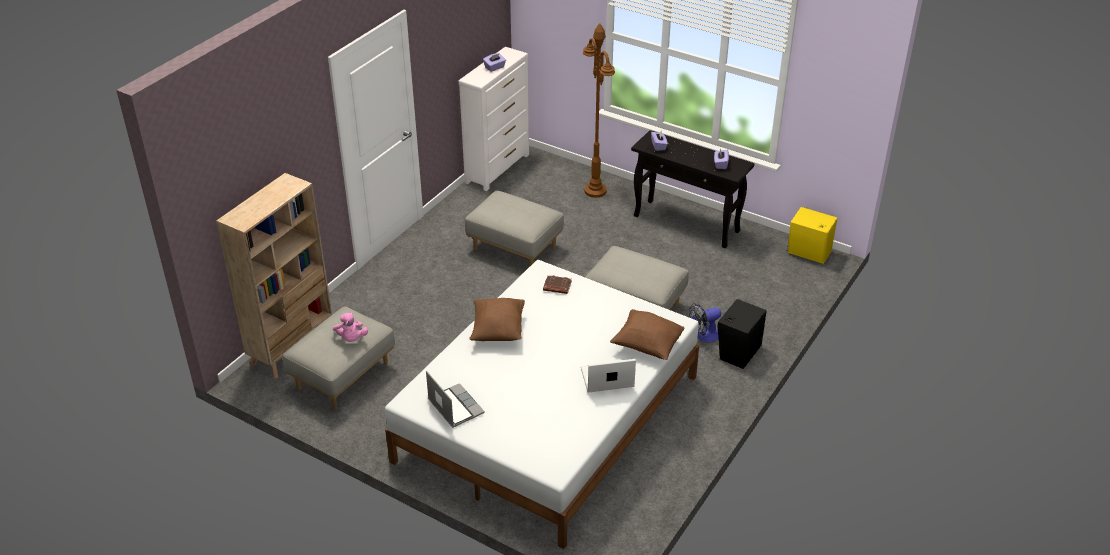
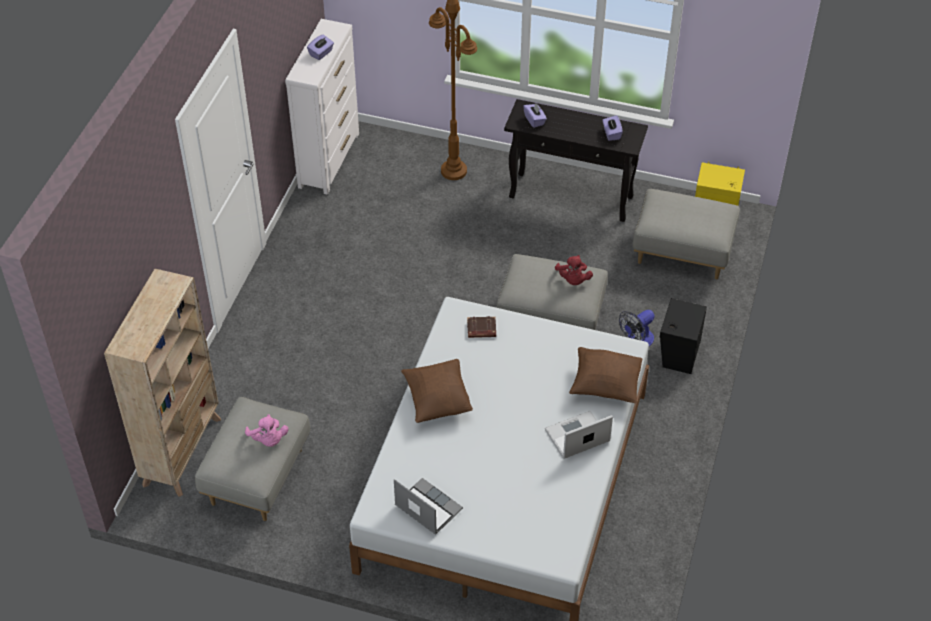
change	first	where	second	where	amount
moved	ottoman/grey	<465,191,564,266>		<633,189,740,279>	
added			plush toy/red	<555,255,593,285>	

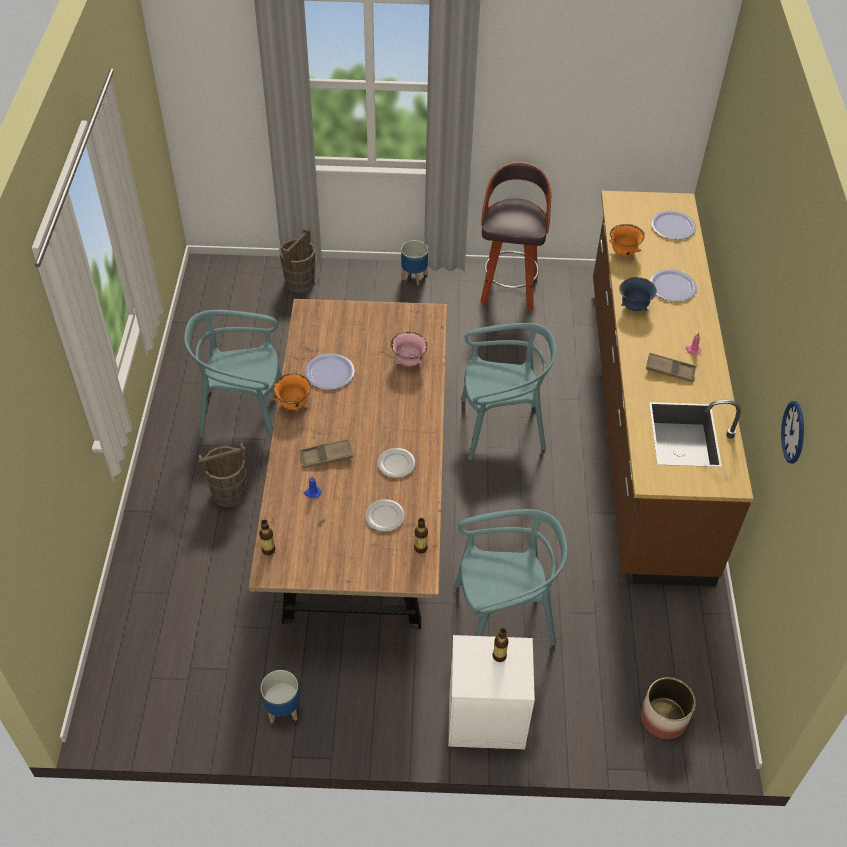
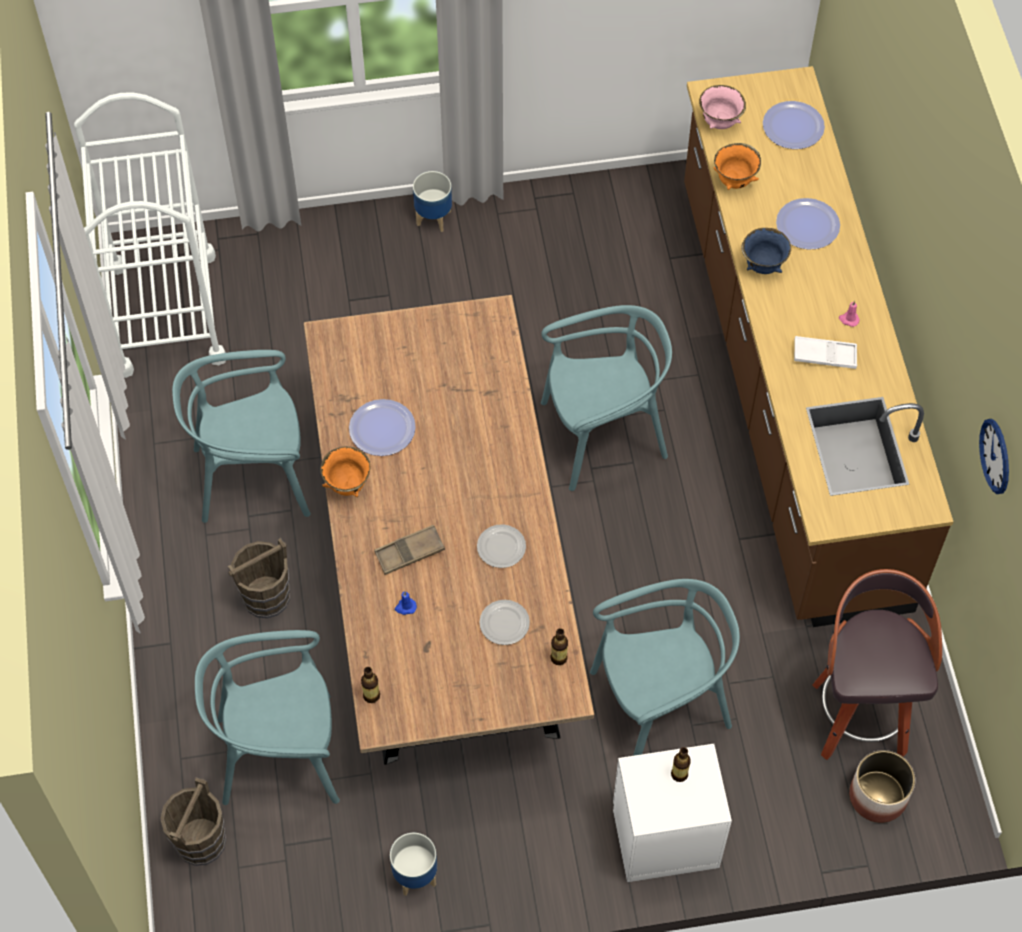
change	first	where	second	where	amount
moved	stool	<480,162,551,311>		<812,569,942,760>	
moved	bucket/brown	<279,228,315,293>		<161,777,226,866>	
moved	bowl/pink	<391,332,427,366>		<699,85,746,129>	
recoloured	tray/brown	<646,353,696,383>	tray/white	<794,336,857,369>	
added			cart/white	<74,92,226,378>	
added			chair/turquoise	<195,630,340,805>	

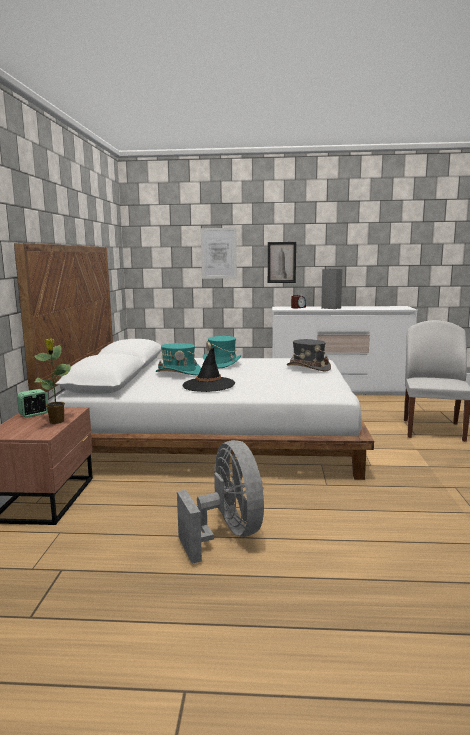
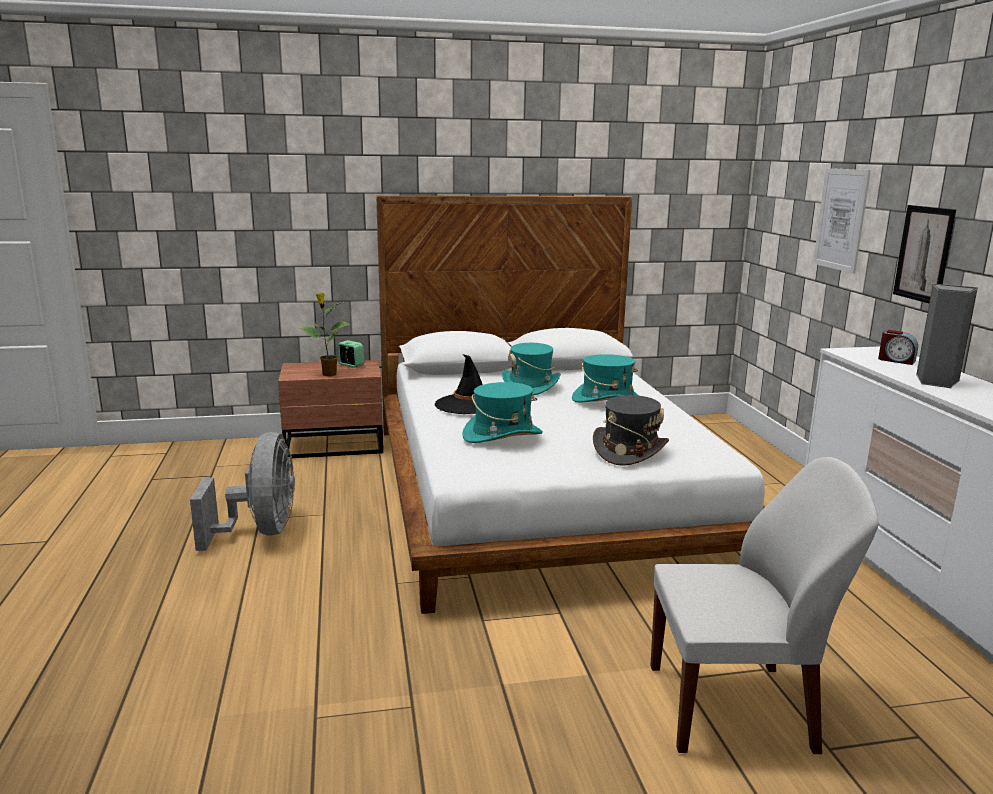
change	first	where	second	where	amount
turned	fan/grey	<177,440,264,564>		<190,432,295,551>	60 degrees counterclockwise
added			hat/turquoise	<462,382,543,443>	

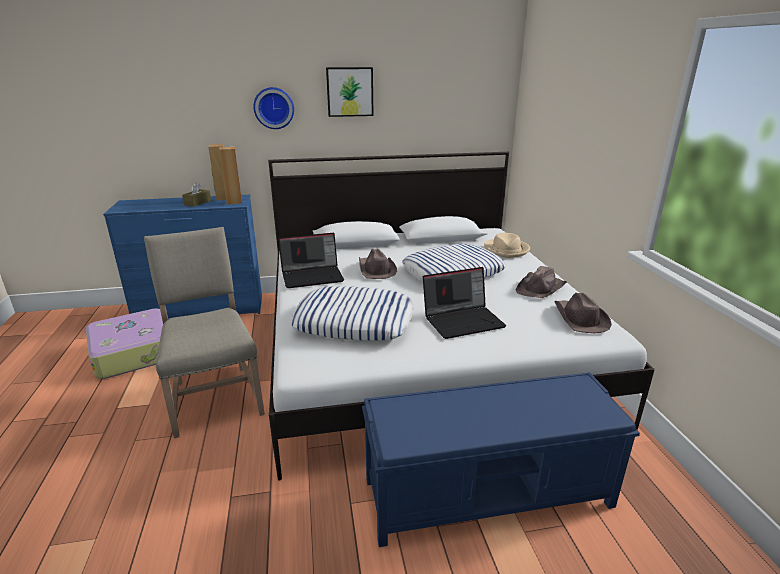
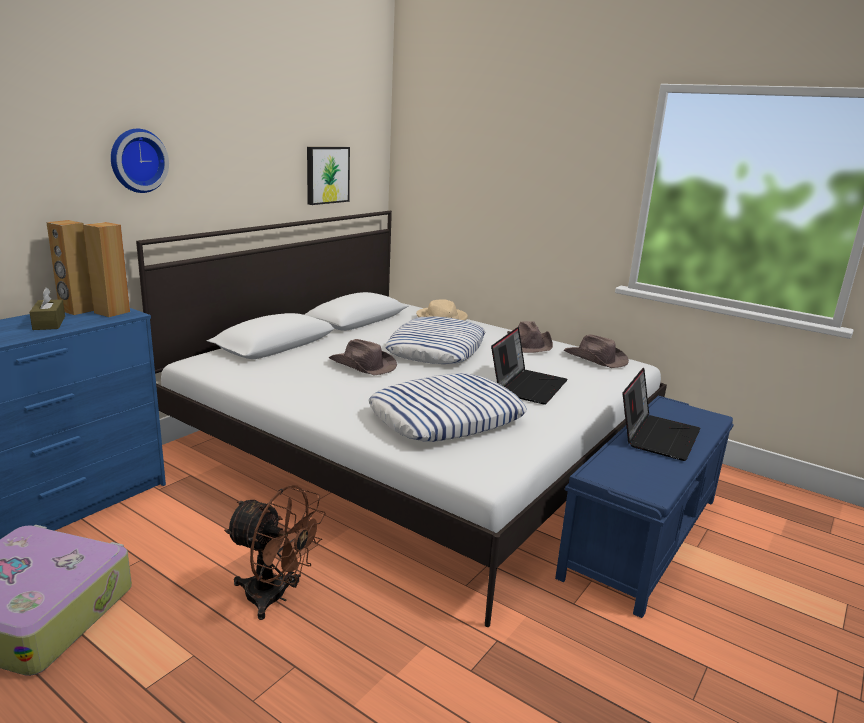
change	first	where	second	where	amount
moved	picture	<326,67,374,117>		<307,147,350,205>	
replaced	chair/beige	<144,227,265,438>	fan/brown	<224,485,326,620>	
moved	laptop	<278,233,344,288>		<622,368,701,461>	

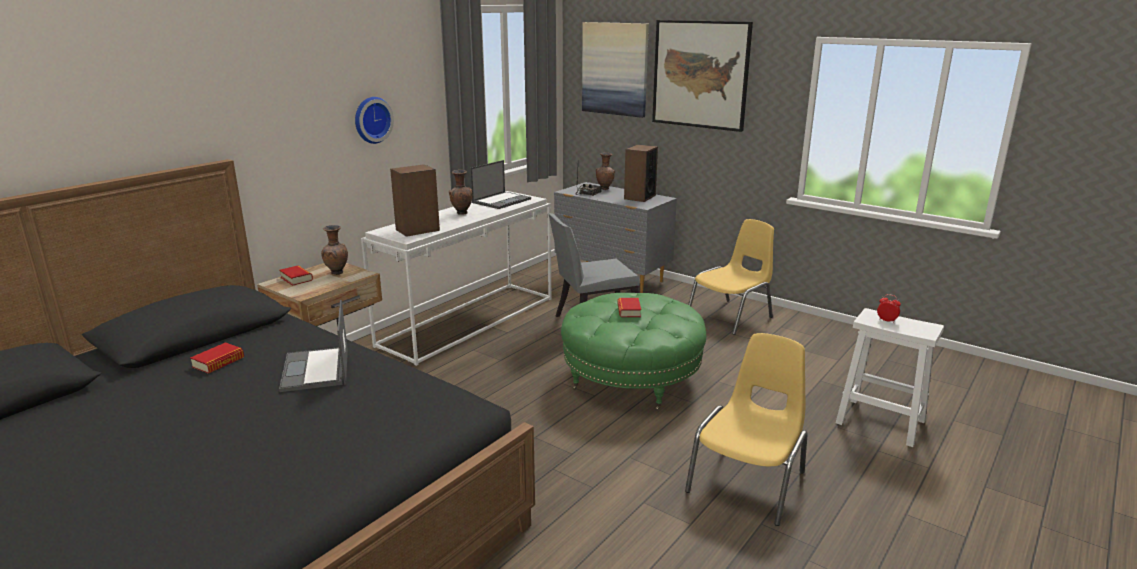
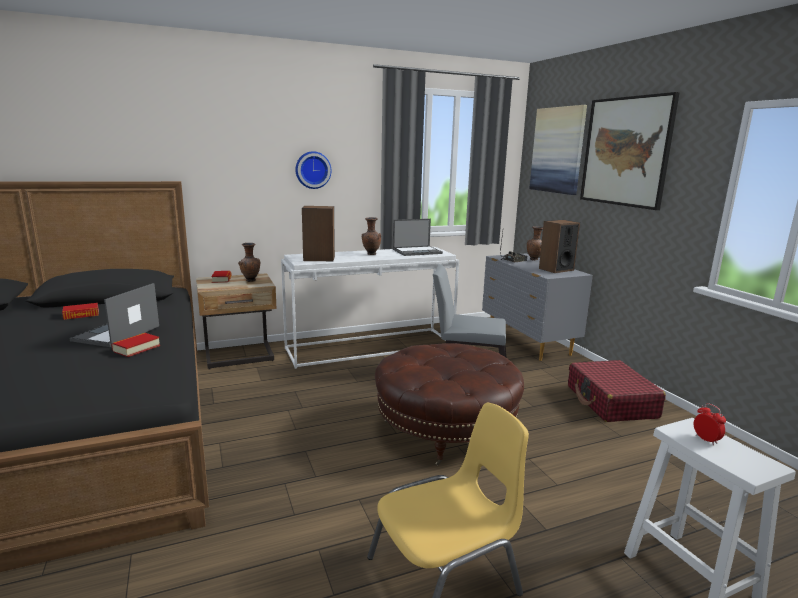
change	first	where	second	where	amount
replaced	chair/yellow	<688,219,774,335>	suitcase/red	<568,360,666,422>	
recoloured	ottoman/green	<561,293,706,410>	ottoman/brown	<375,343,524,466>	
moved	book	<617,298,641,317>		<112,333,160,357>	

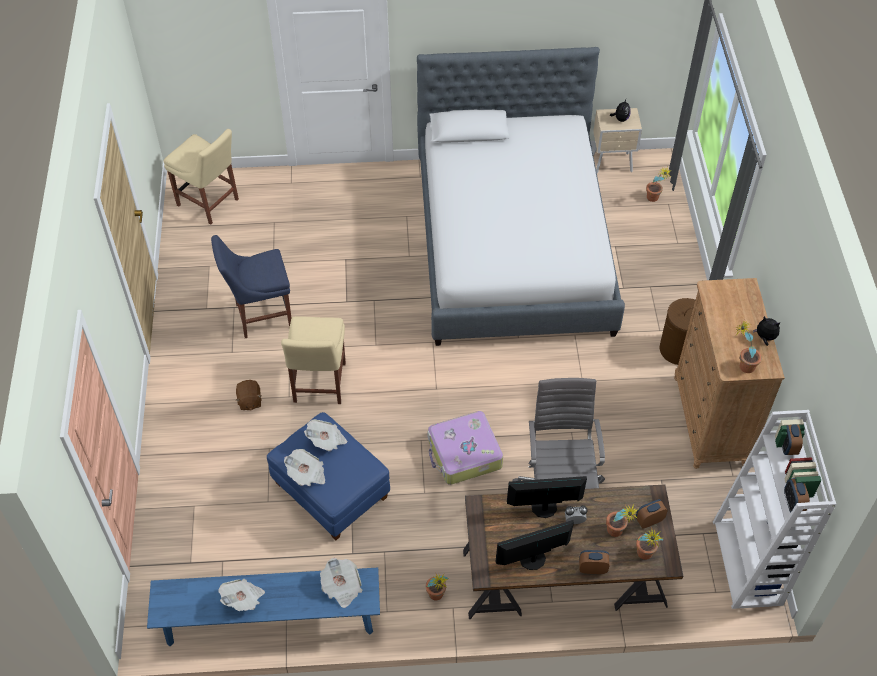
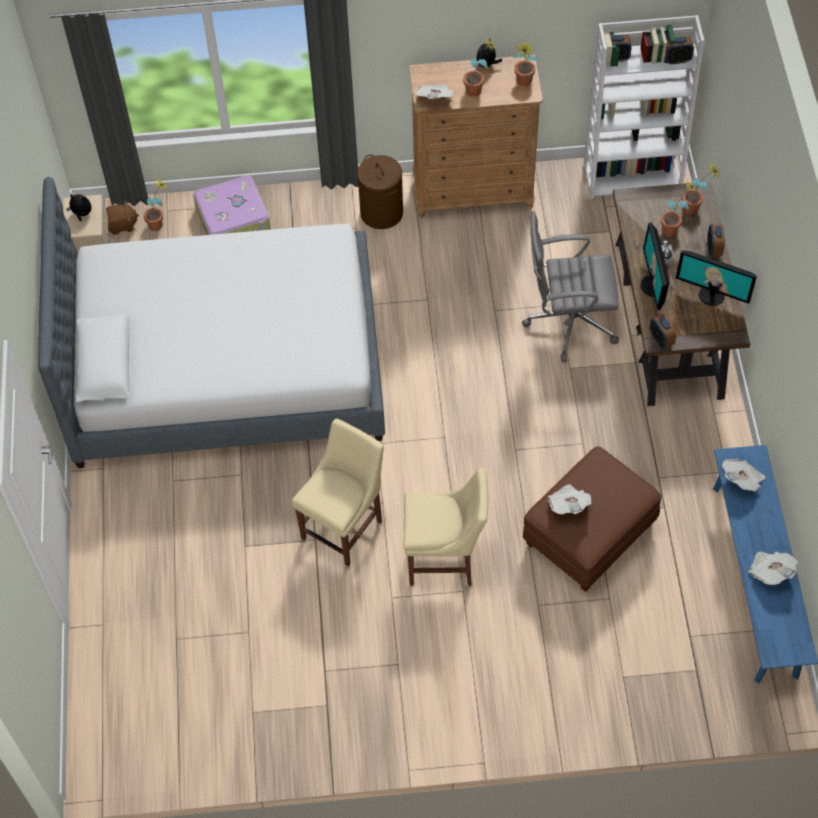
change	first	where	second	where	amount
moved	chair/beige	<164,129,239,225>		<292,419,384,566>	
removed	chair/blue	<211,235,291,338>			
moved	plush toy/brown	<236,380,262,411>		<106,201,139,235>	
moved	suitcase	<427,411,503,485>		<193,175,271,235>	
recoloured	ottoman/blue	<267,412,390,540>	ottoman/brown	<523,446,662,592>	
moved	newspaper	<284,449,325,486>		<414,84,455,99>	
moved	alarm clock	<636,499,668,528>		<649,314,676,349>	
turned	monitor	<495,520,574,570>		<676,250,757,306>	45 degrees counterclockwise
moved	potted plant	<426,574,449,600>		<463,39,498,97>	

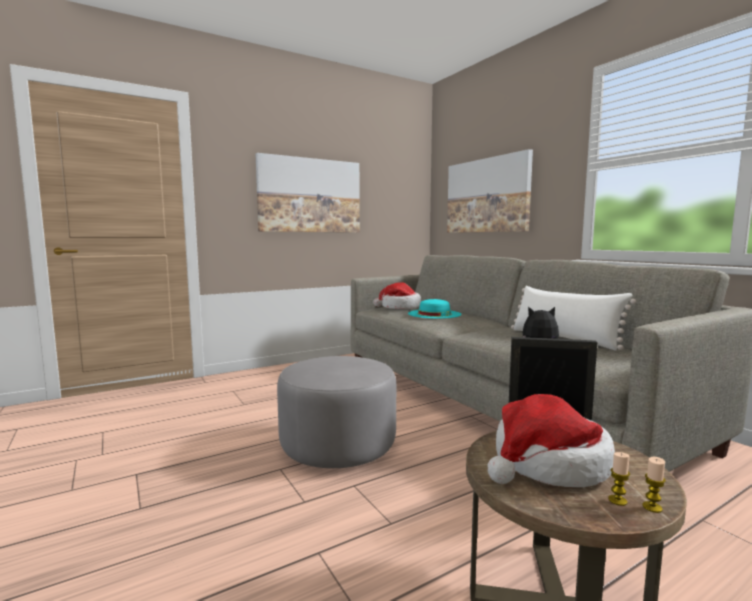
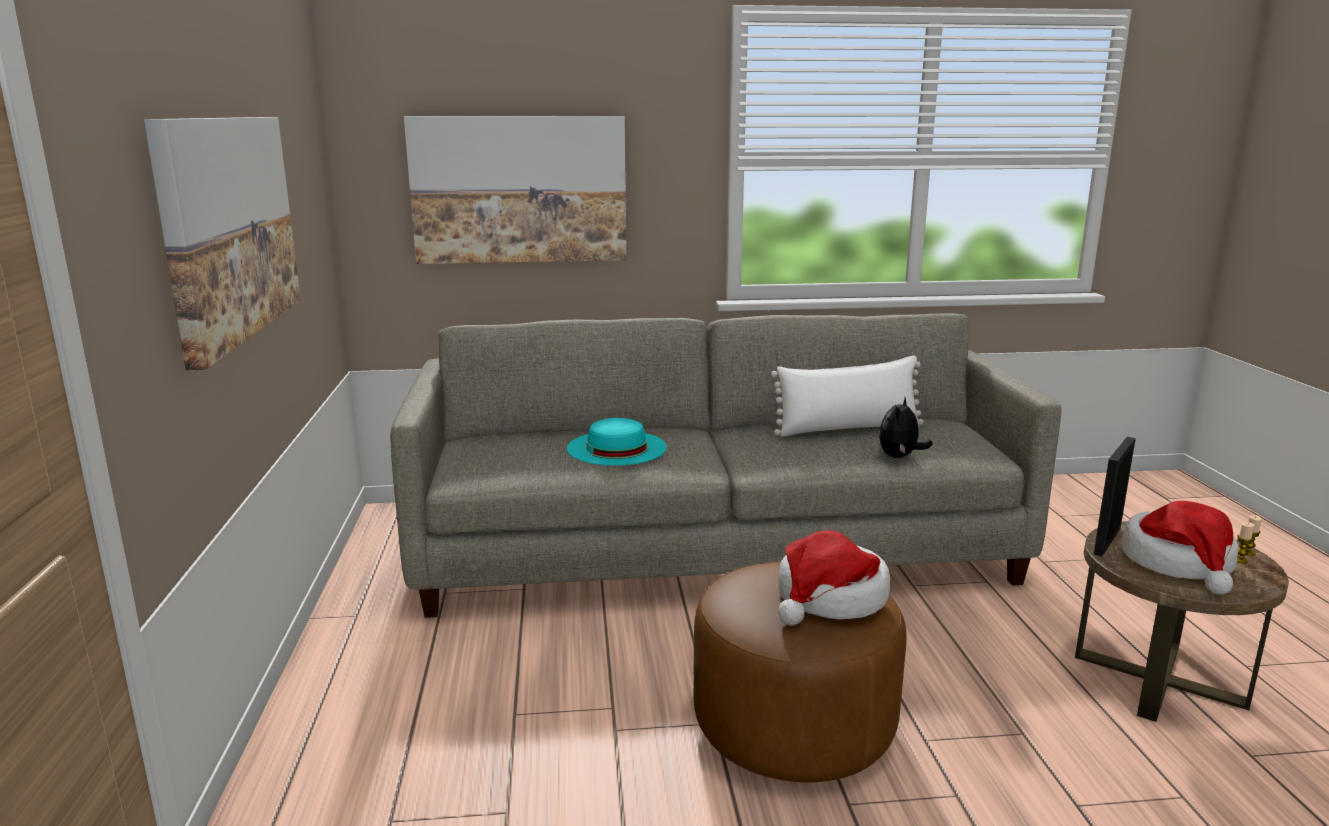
change	first	where	second	where	amount
moved	hat	<373,282,421,309>		<778,530,890,626>	
recoloured	ottoman/grey	<277,356,396,468>	ottoman/brown	<693,561,907,782>	

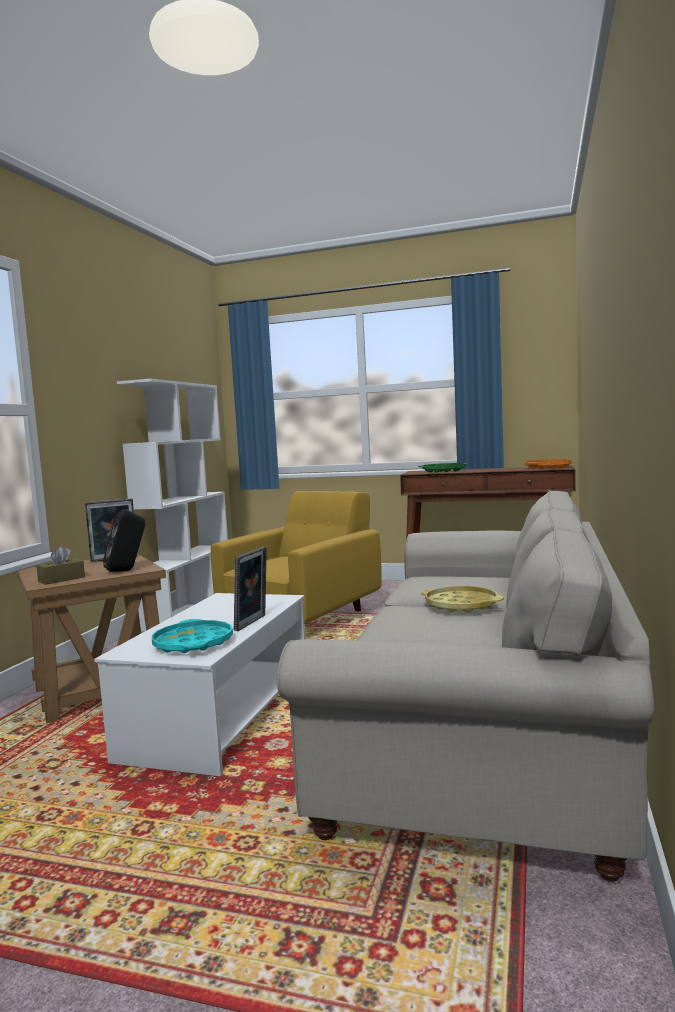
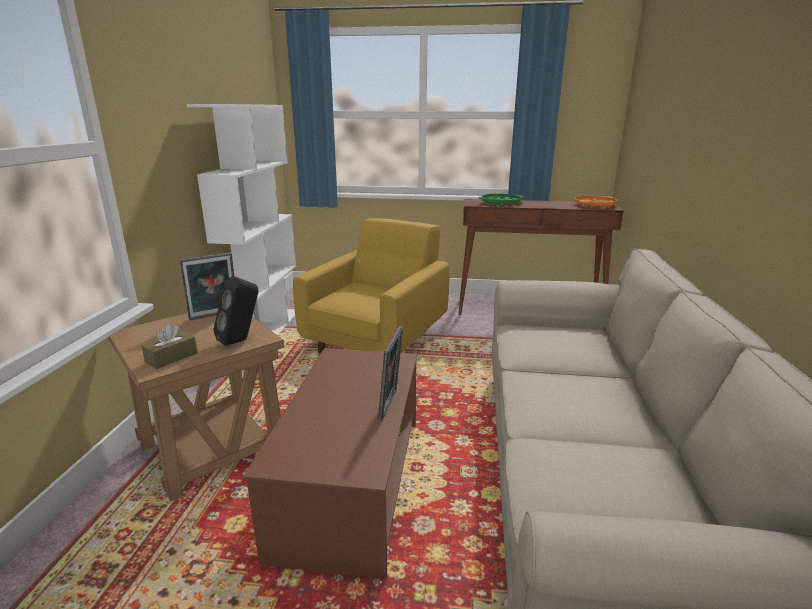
change	first	where	second	where	amount
removed	tray/yellow	<421,586,504,613>			
recoloured	coffee table/white	<94,593,305,776>	coffee table/brown	<243,348,417,579>	
removed	tray/turquoise	<152,619,233,653>			

